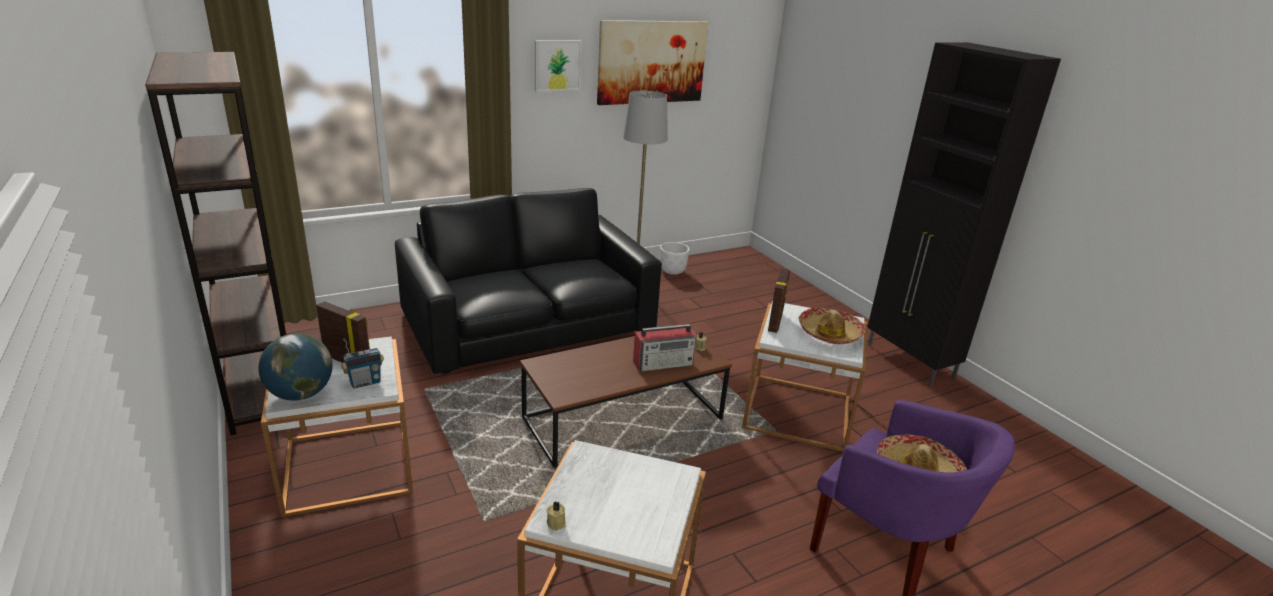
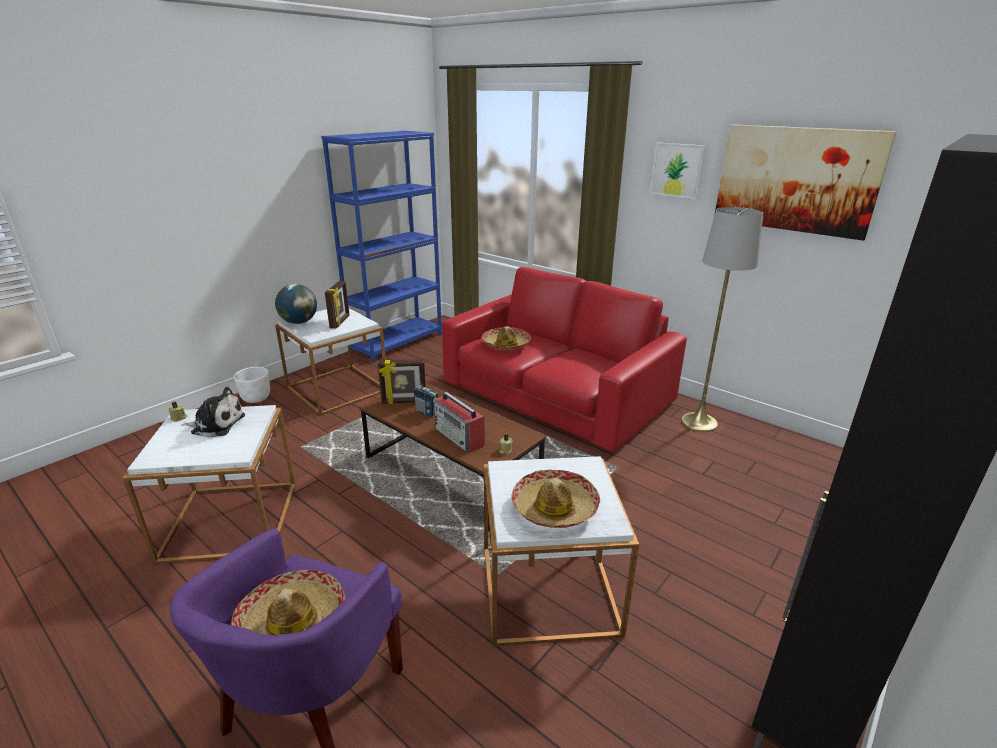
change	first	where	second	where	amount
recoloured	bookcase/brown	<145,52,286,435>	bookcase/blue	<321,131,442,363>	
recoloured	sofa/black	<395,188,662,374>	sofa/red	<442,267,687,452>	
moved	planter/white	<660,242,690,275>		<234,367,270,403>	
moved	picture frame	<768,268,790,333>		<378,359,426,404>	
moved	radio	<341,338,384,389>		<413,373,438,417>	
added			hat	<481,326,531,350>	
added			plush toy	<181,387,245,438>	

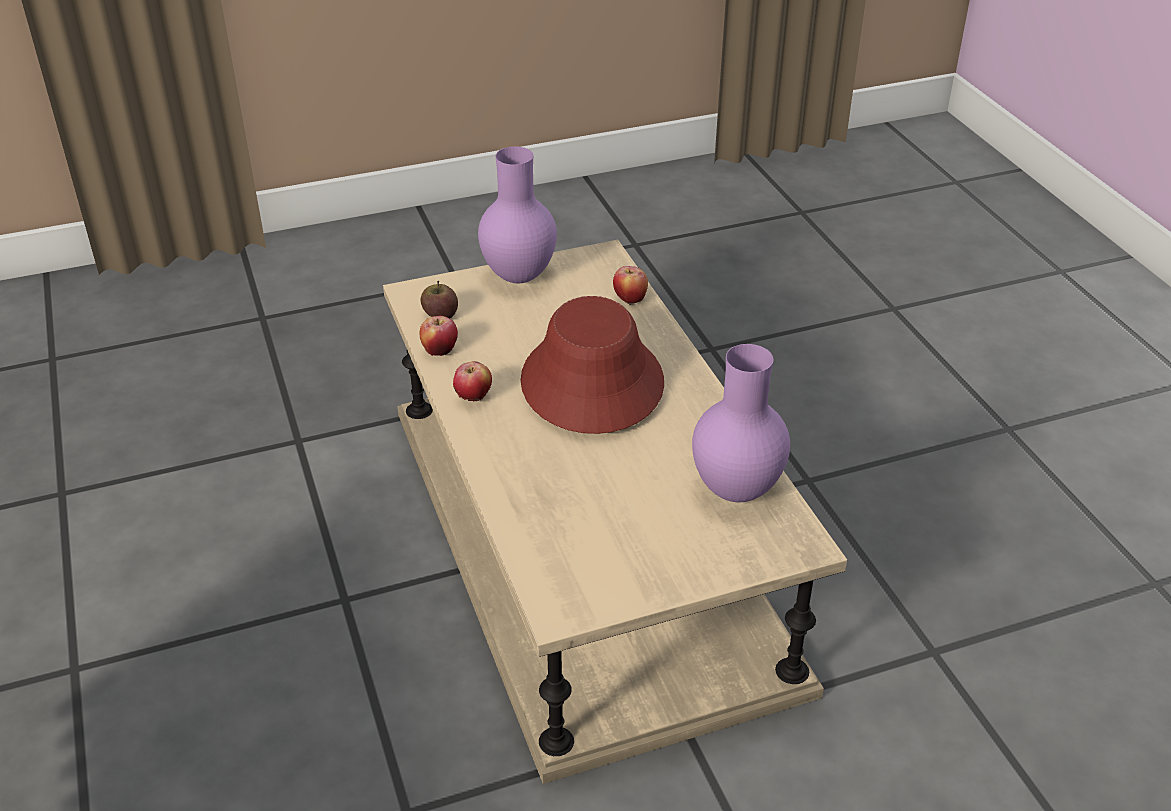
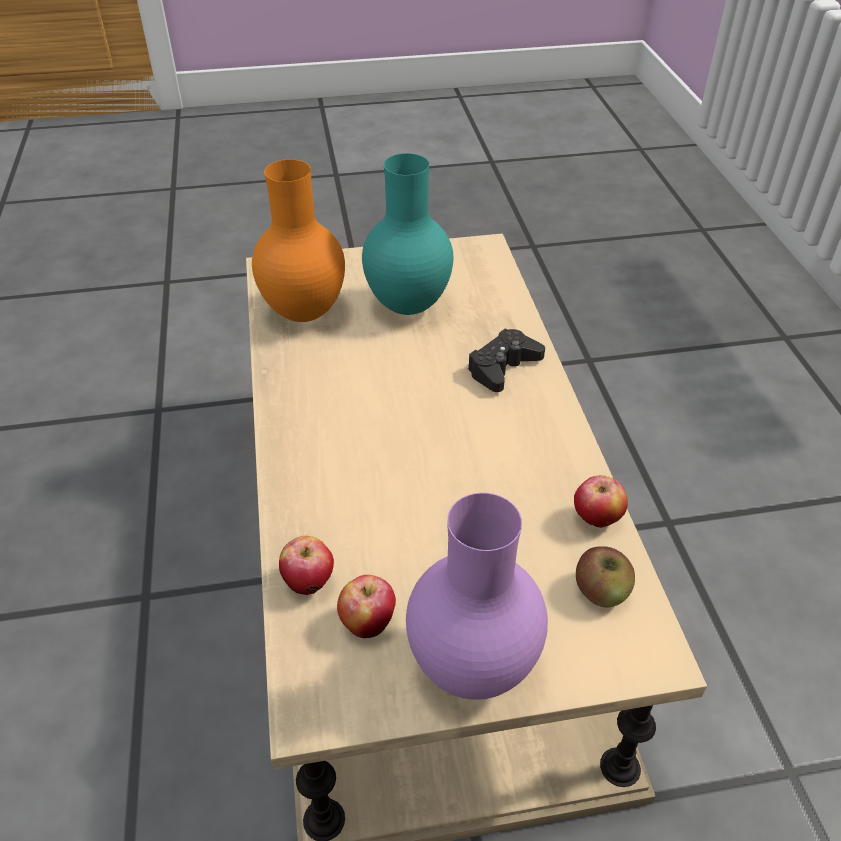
change	first	where	second	where	amount
removed	hat/red	<521,296,664,434>			
recoloured	vase/purple	<692,344,790,502>	vase/orange	<252,159,345,322>	
moved	apple	<453,361,492,401>		<337,575,396,638>	
added			vase/turquoise	<362,153,453,315>	
added			game controller/black	<468,329,545,392>	

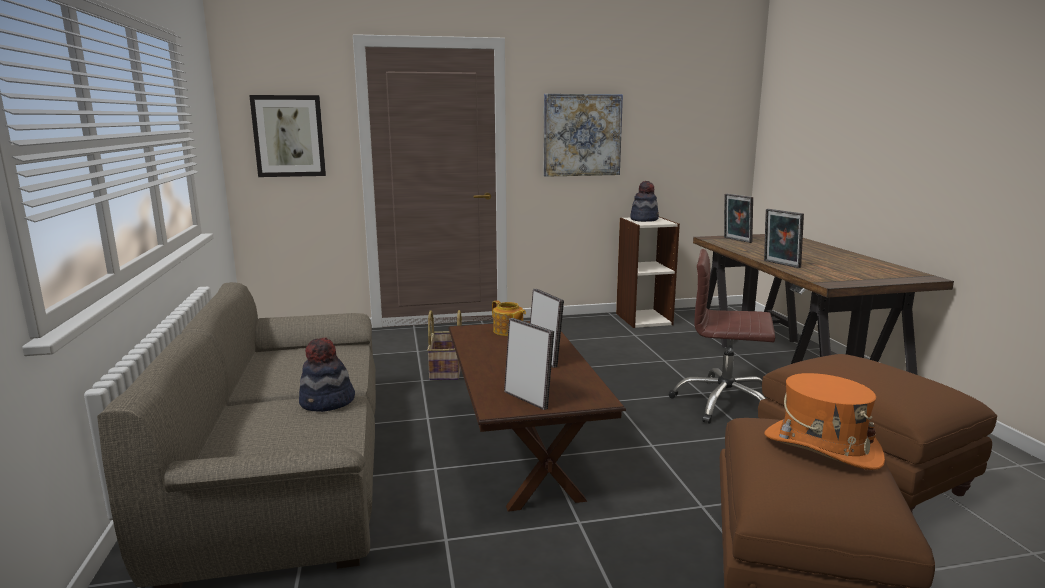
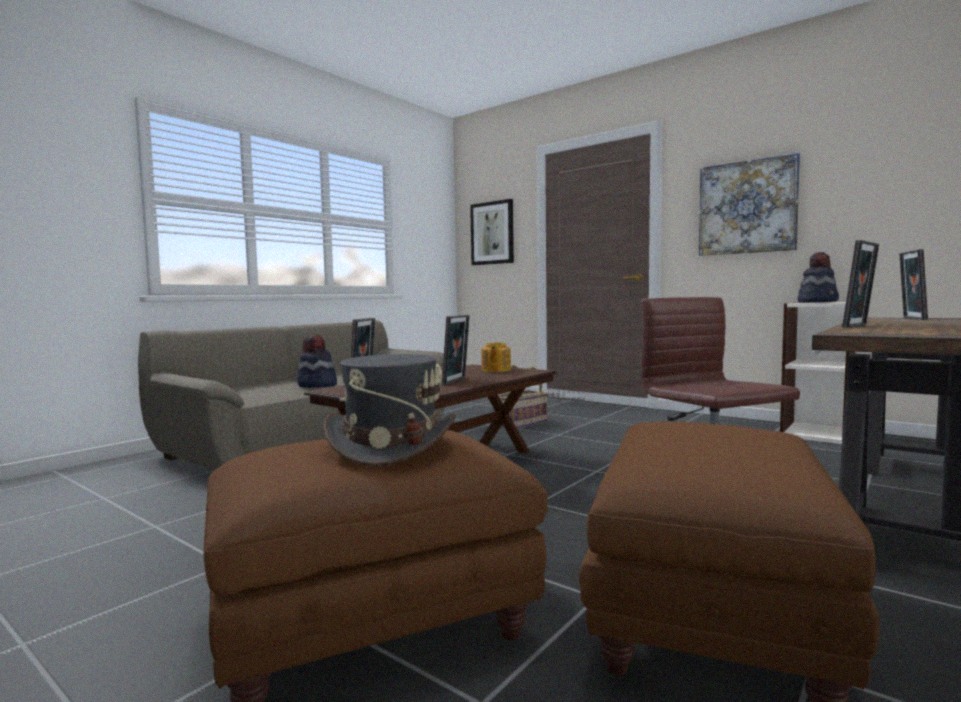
change	first	where	second	where	amount
turned	picture frame	<764,209,804,268>		<842,240,879,328>	150 degrees counterclockwise
recoloured	hat/orange	<764,373,885,470>	hat/grey	<323,354,456,467>	

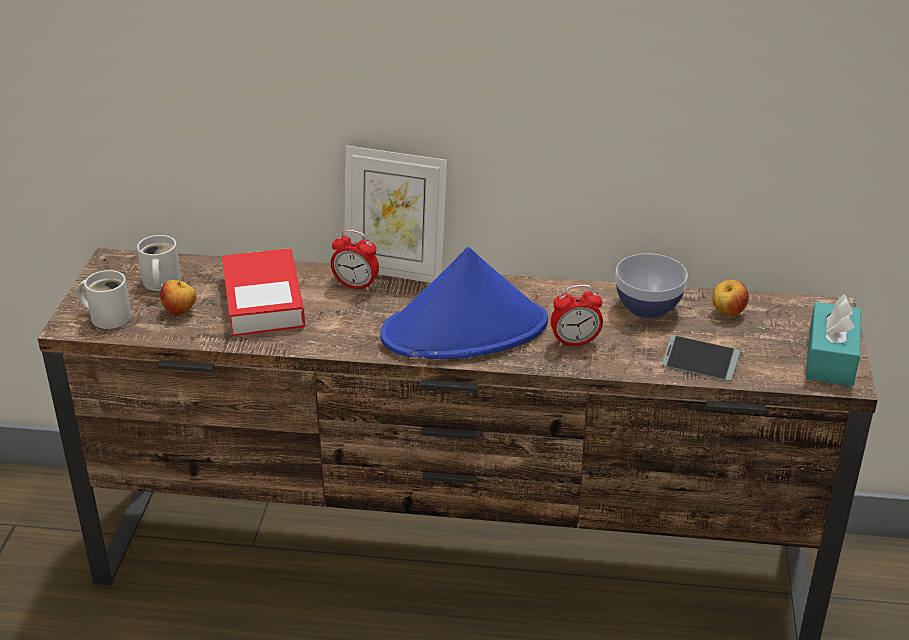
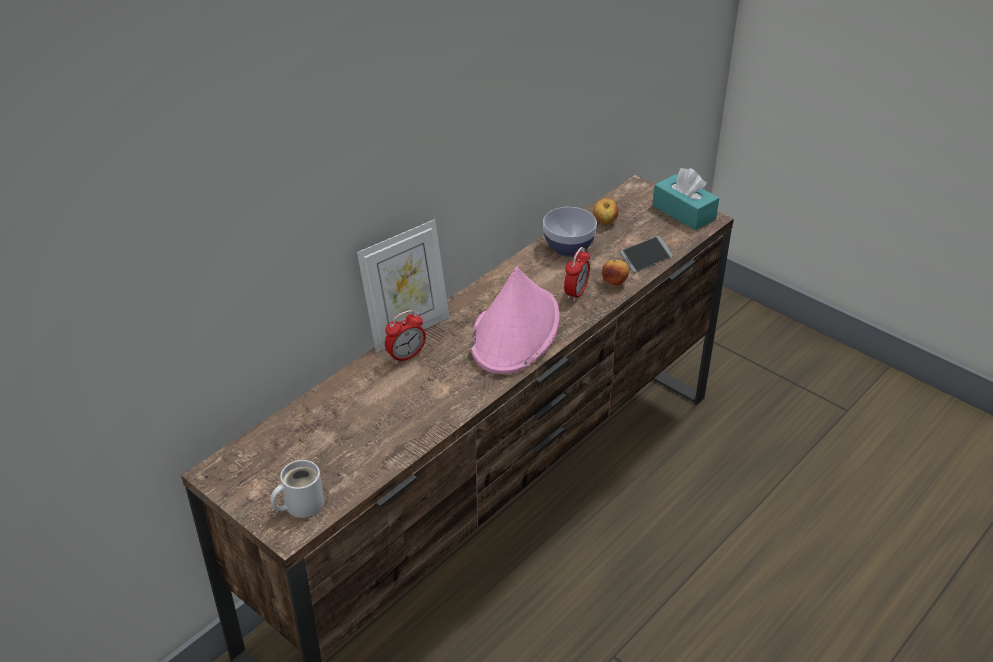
change	first	where	second	where	amount
removed	mug/white	<137,235,181,291>			
recoloured	hat/blue	<380,247,548,359>	hat/pink	<471,267,560,374>	
removed	book	<222,248,305,336>			
moved	apple	<160,280,196,315>		<602,260,629,286>	

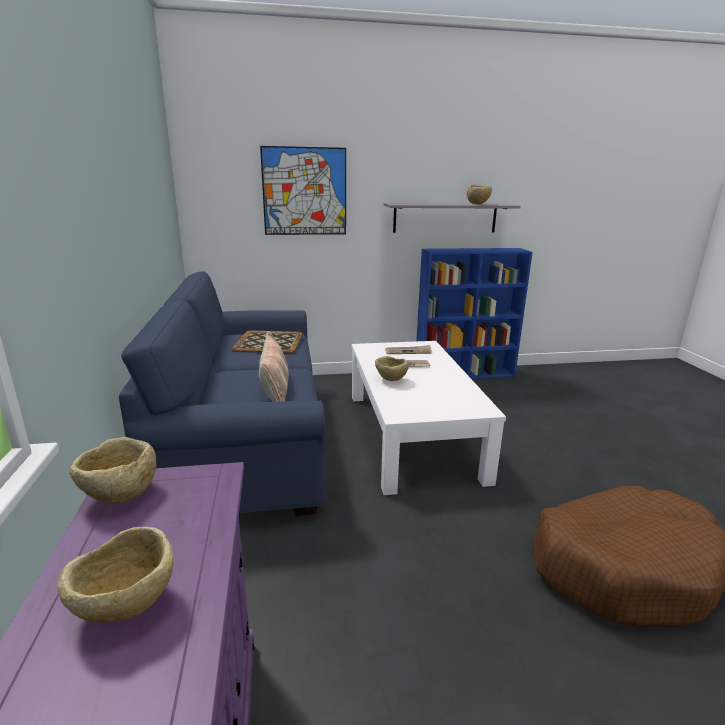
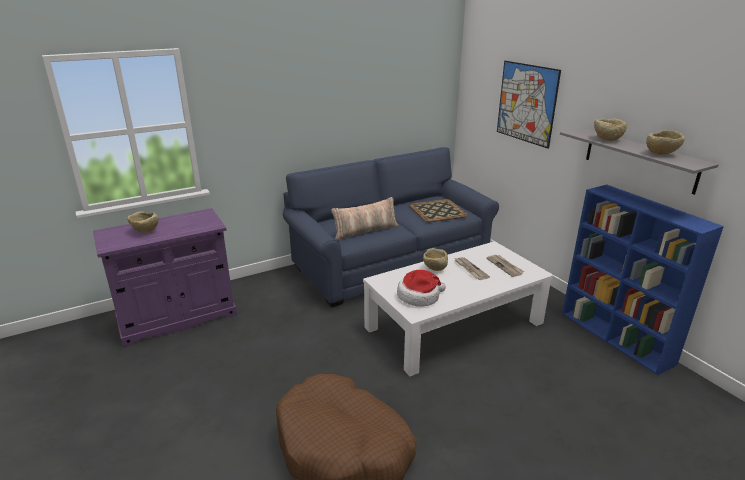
change	first	where	second	where	amount
moved	bowl/beige	<69,437,156,504>		<594,118,627,141>	
added			hat	<397,270,446,307>	

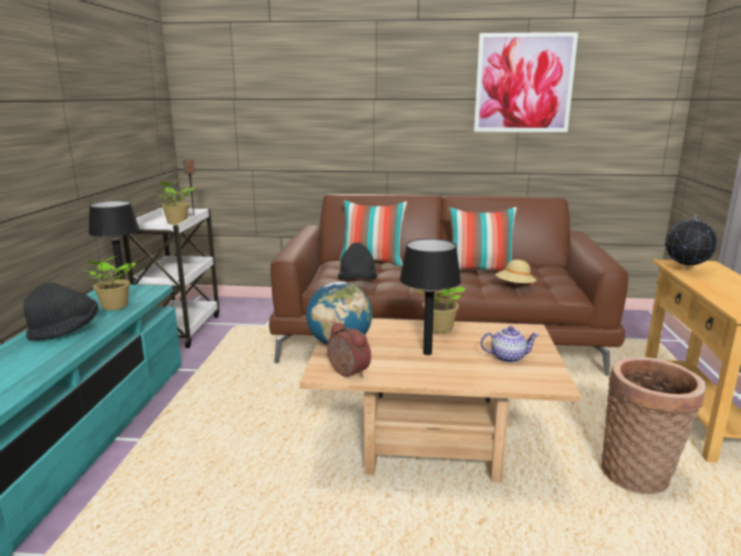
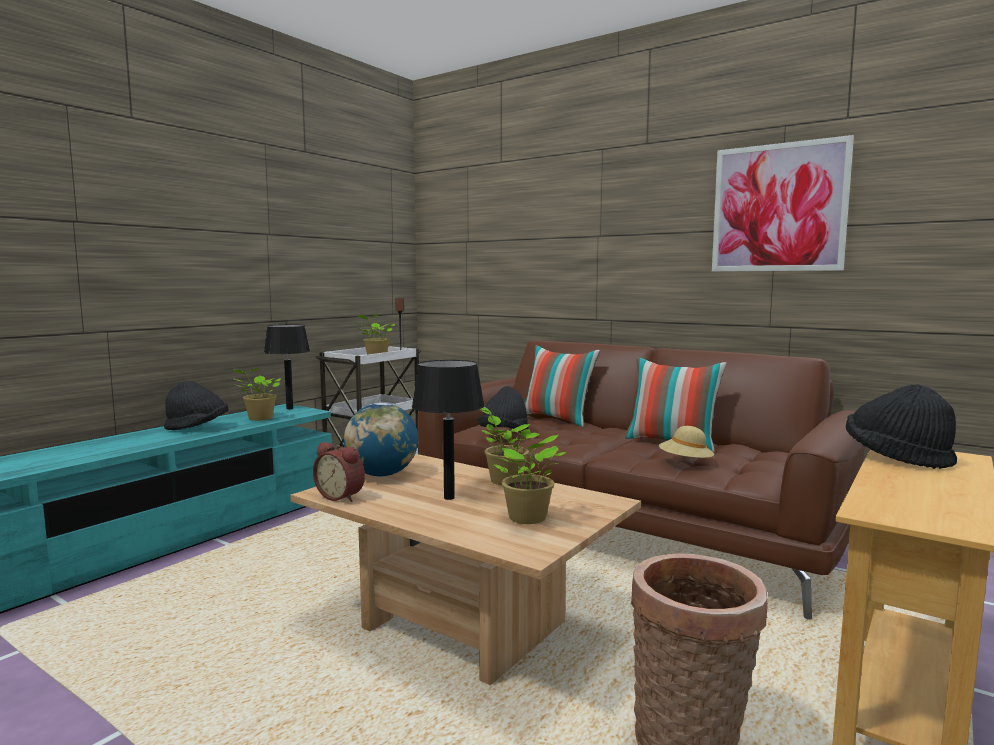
change	first	where	second	where	amount
replaced	globe	<665,214,718,271>	hat/black	<846,384,957,469>	
turned	alarm clock	<327,322,371,377>		<313,442,365,502>	135 degrees clockwise
replaced	teapot	<480,326,539,363>	potted plant	<494,435,567,524>	

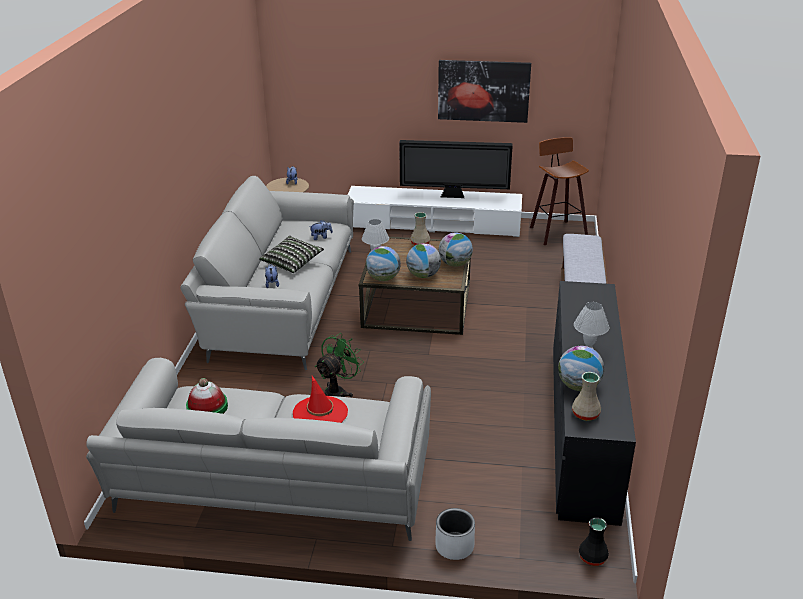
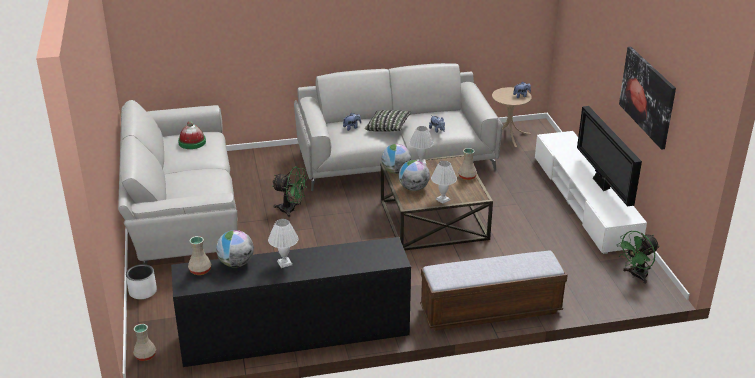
change	first	where	second	where	amount
replaced	stool	<530,137,589,245>	fan/green	<617,231,660,284>	
replaced	globe	<439,232,473,267>	table lamp/white	<431,161,457,204>	
removed	hat/red	<293,376,348,423>			
recoloured	vase/black	<579,517,609,566>	vase/beige	<133,324,156,361>	

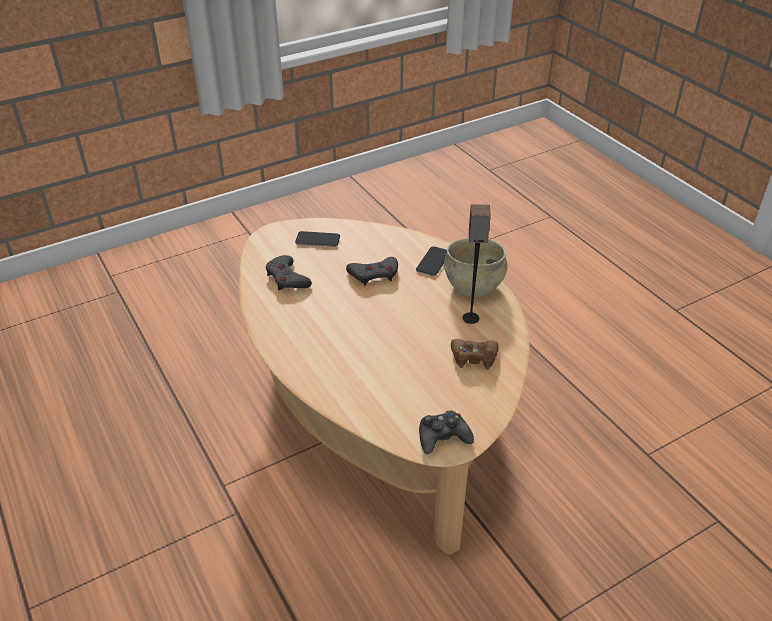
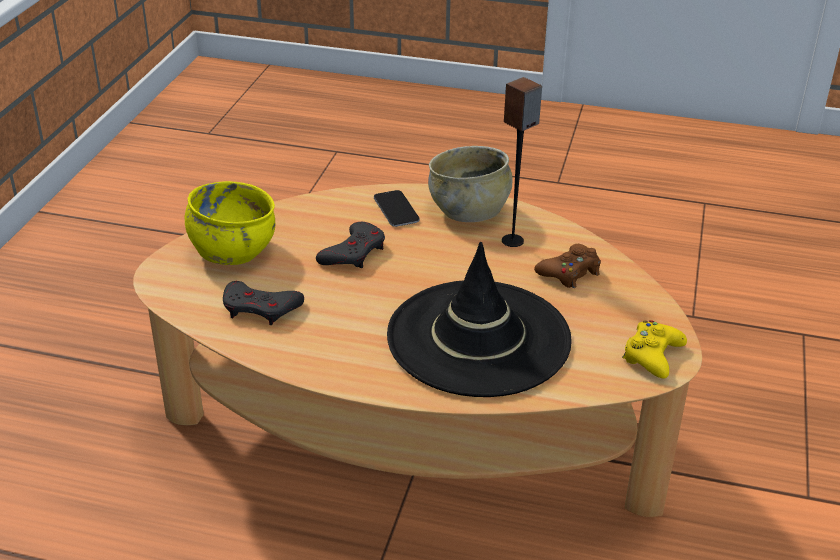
change	first	where	second	where	amount
replaced	phone	<295,231,340,247>	bowl/yellow	<184,181,276,265>	
recoloured	game controller/black	<419,411,474,454>	game controller/yellow	<622,320,687,379>	
added			hat/black	<387,242,572,397>	

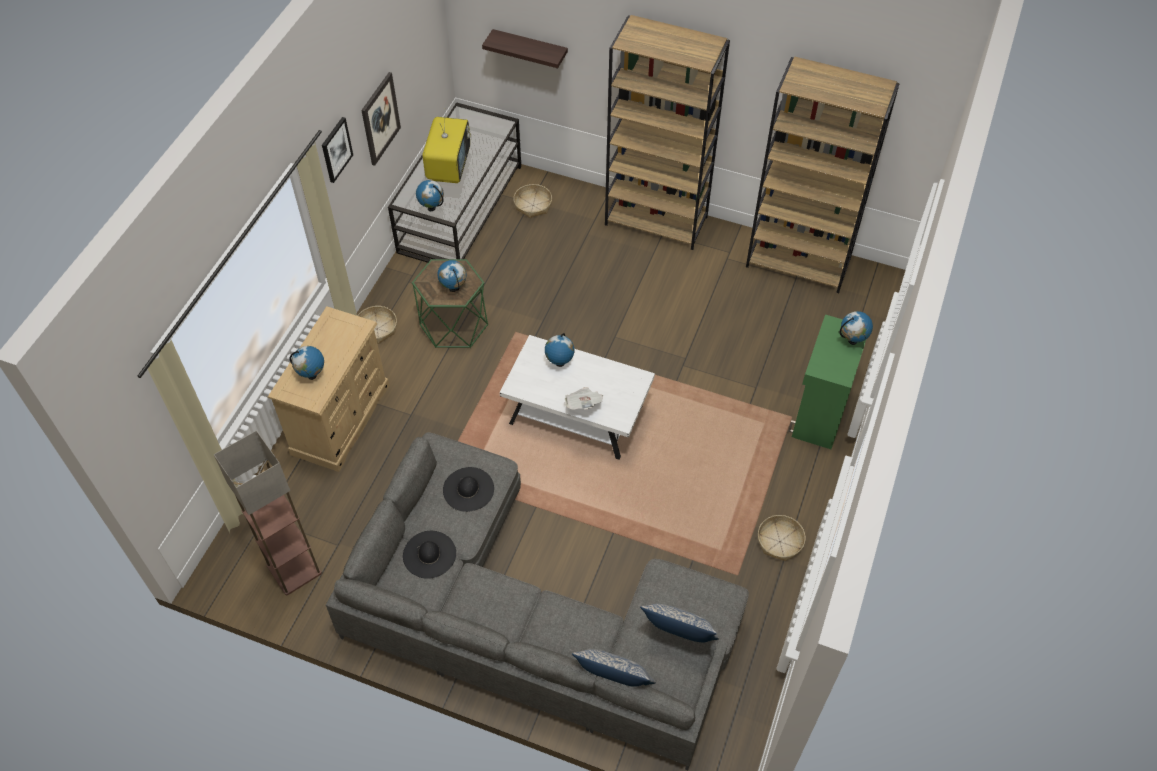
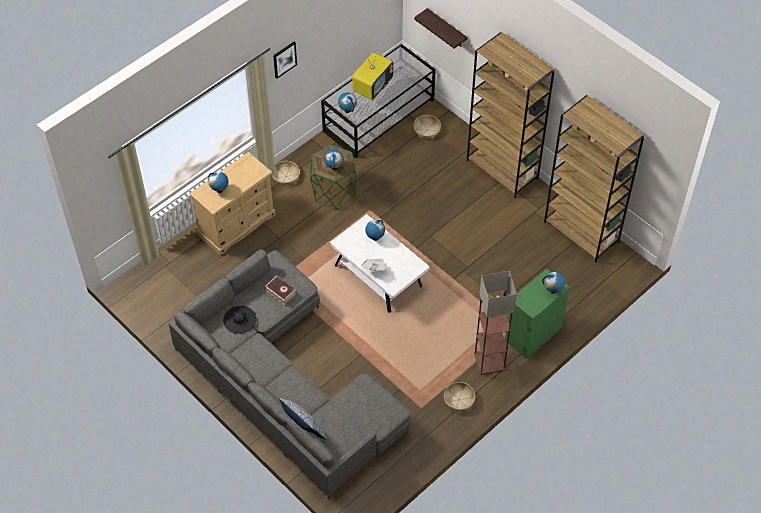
change	first	where	second	where	amount
removed	picture	<361,72,401,166>			
moved	floor lamp	<214,430,322,596>		<474,271,517,375>	
replaced	hat/black	<443,467,494,512>	book	<265,276,296,305>	
removed	pillow	<640,604,719,642>			

